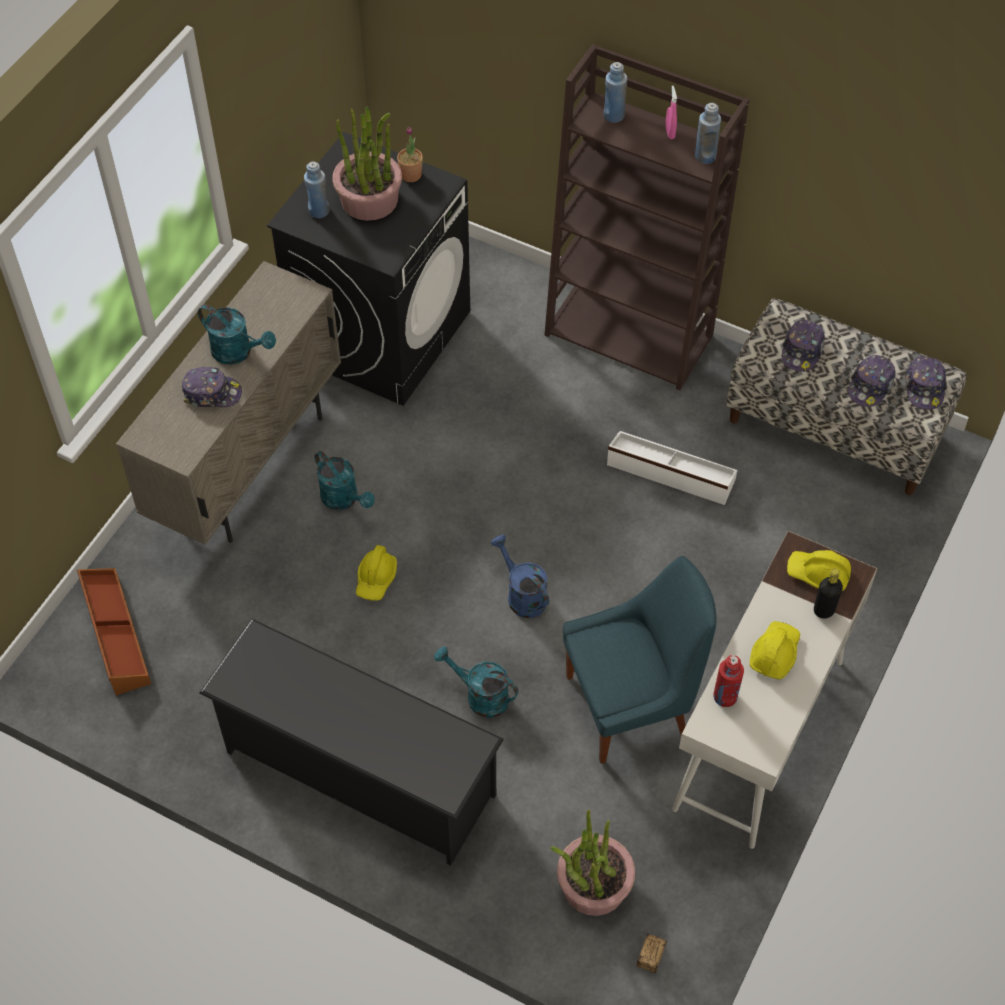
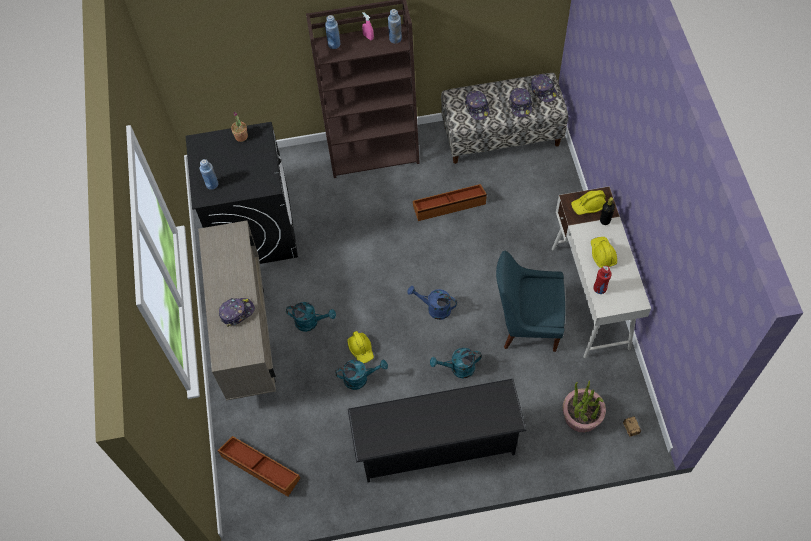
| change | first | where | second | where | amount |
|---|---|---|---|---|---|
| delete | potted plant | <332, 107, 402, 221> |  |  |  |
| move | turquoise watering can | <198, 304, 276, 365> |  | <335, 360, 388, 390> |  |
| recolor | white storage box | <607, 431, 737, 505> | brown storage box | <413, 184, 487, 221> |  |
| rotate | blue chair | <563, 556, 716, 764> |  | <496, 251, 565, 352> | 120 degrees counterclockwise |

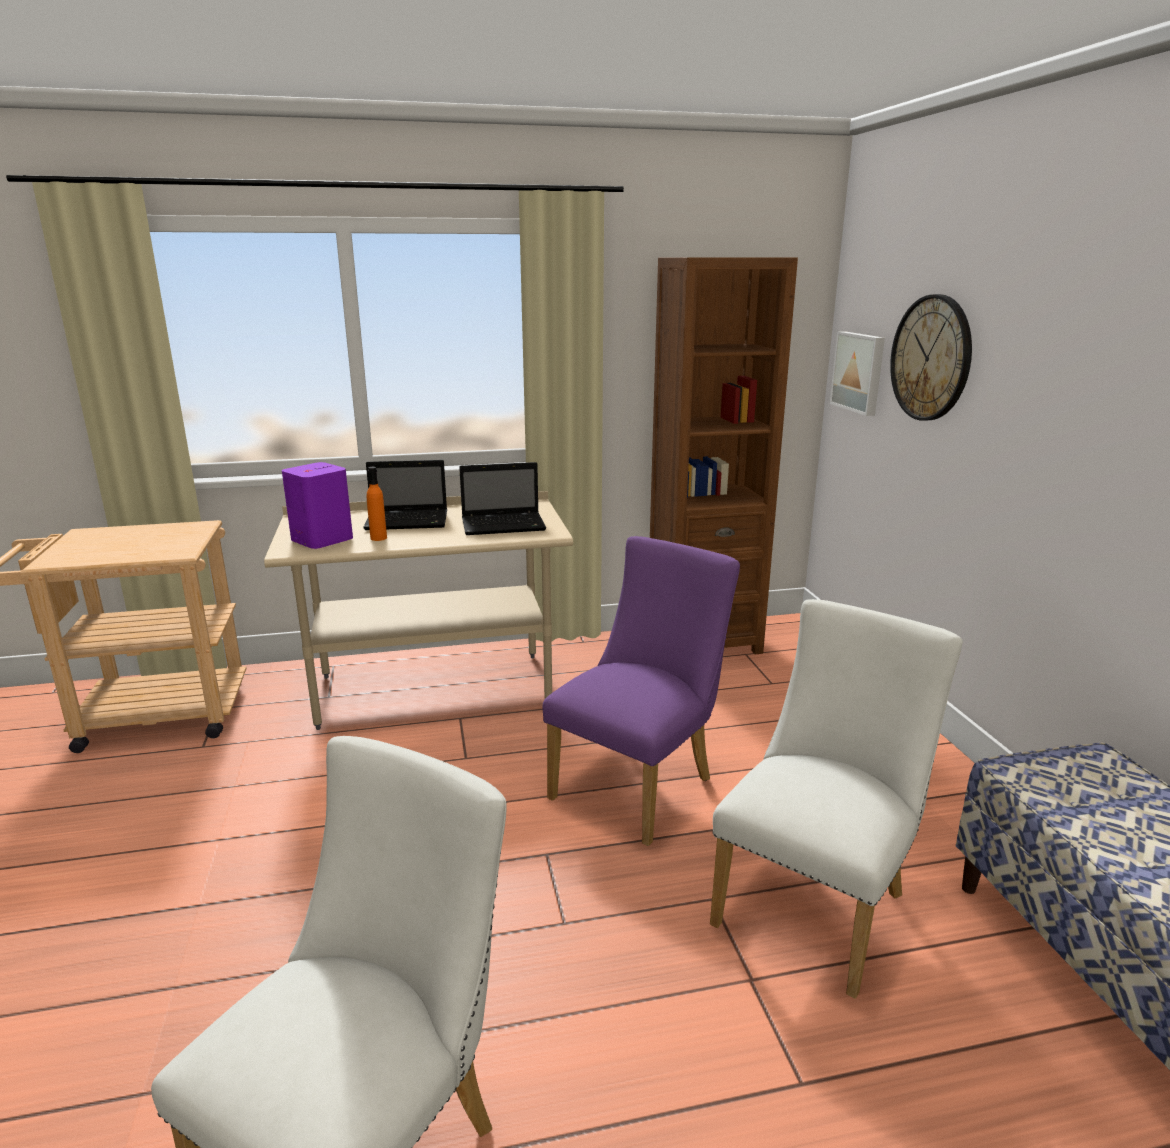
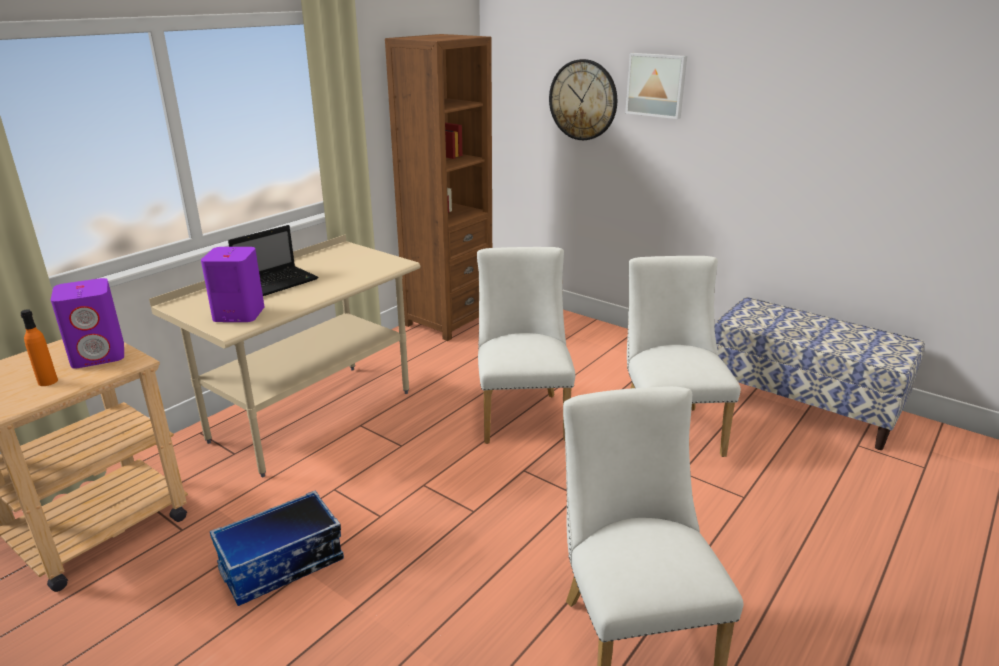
| change | first | where | second | where | amount |
|---|---|---|---|---|---|
| move | picture | <830, 331, 885, 416> |  | <625, 53, 687, 119> |  |
| delete | laptop | <459, 462, 546, 535> |  |  |  |
| move | orange bottle | <367, 467, 387, 541> |  | <21, 309, 58, 386> |  |
| recolor | purple chair | <542, 536, 740, 846> | white chair | <477, 247, 575, 444> |  |
| insert |  |  | purple speaker | <51, 278, 124, 368> |  |
| insert |  |  | storage box | <210, 490, 344, 606> |  |

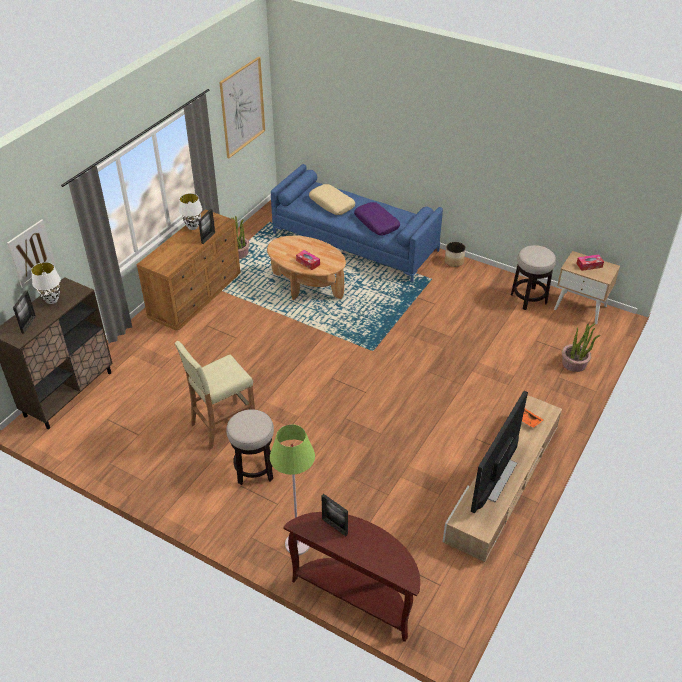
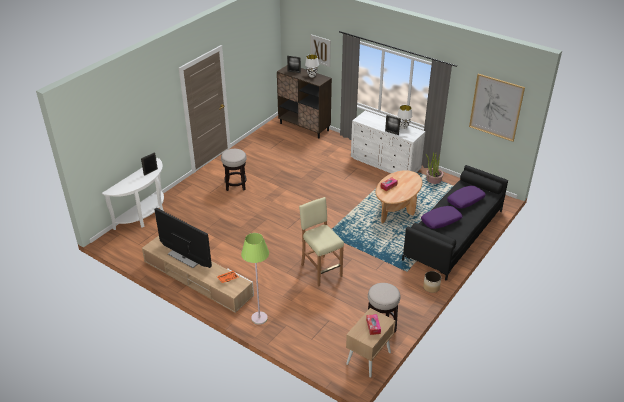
| change | first | where | second | where | amount |
|---|---|---|---|---|---|
| recolor | blue sofa | <271, 164, 443, 282> | black sofa | <402, 165, 508, 281> |  |
| recolor | beige pillow | <309, 184, 355, 215> | purple pillow | <447, 186, 486, 208> |  |
| recolor | brown dresser | <137, 209, 241, 331> | white dresser | <351, 111, 425, 173> |  |
| delete | potted plant | <562, 323, 601, 372> |  |  |  |
| move | beige stool | <174, 341, 255, 449> |  | <299, 197, 344, 287> |  |
| move | green floor lamp | <270, 424, 315, 555> |  | <241, 233, 269, 325> |  |
| recolor | brown console table | <283, 512, 420, 642> | white console table | <102, 158, 164, 230> |  |

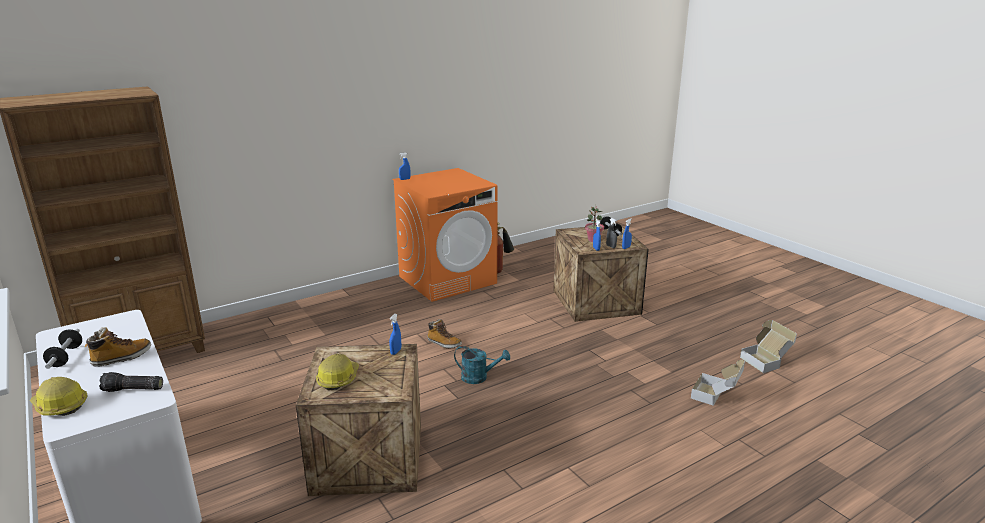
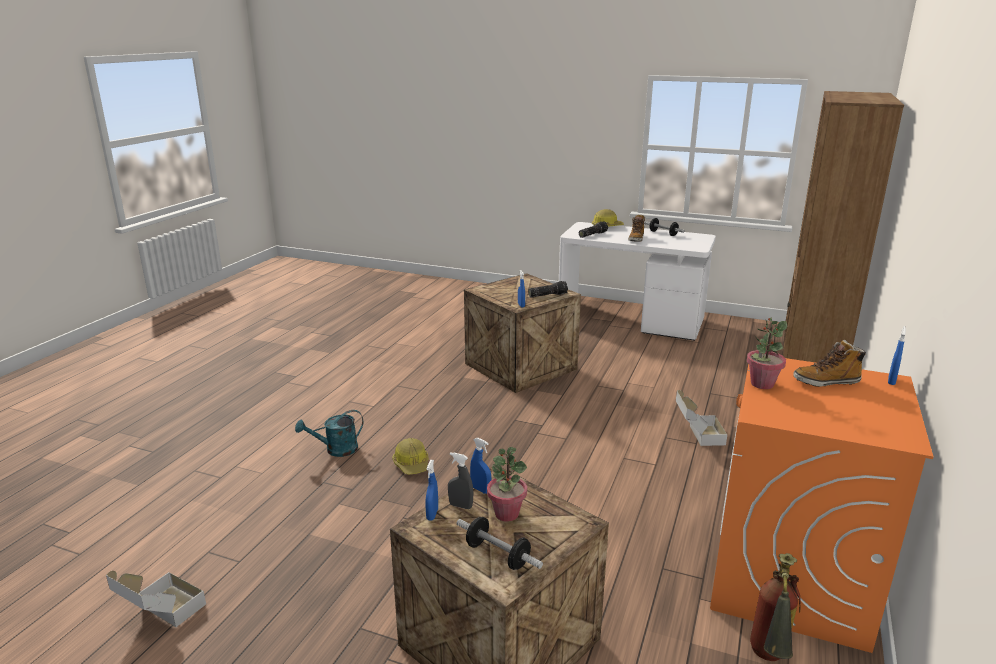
| change | first | where | second | where | amount |
|---|---|---|---|---|---|
| move | boot | <427, 319, 462, 349> |  | <793, 340, 866, 387> |  |
| move | turquoise watering can | <454, 346, 510, 384> |  | <295, 410, 363, 457> |  |
| move | hard hat | <316, 354, 359, 390> |  | <392, 438, 429, 475> |  |
| move | cardboard box | <691, 360, 745, 406> |  | <676, 390, 727, 446> |  |
| insert |  |  | flashlight | <528, 281, 568, 297> |  |
| insert |  |  | potted plant | <747, 318, 787, 389> |  |

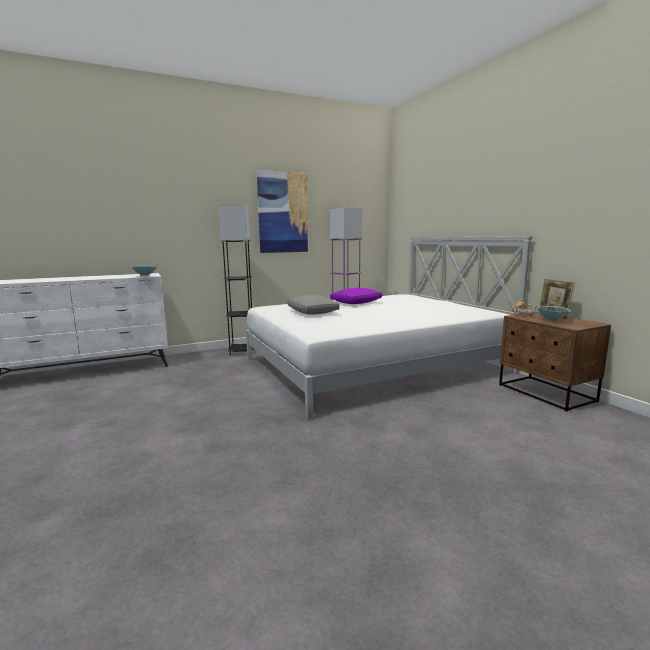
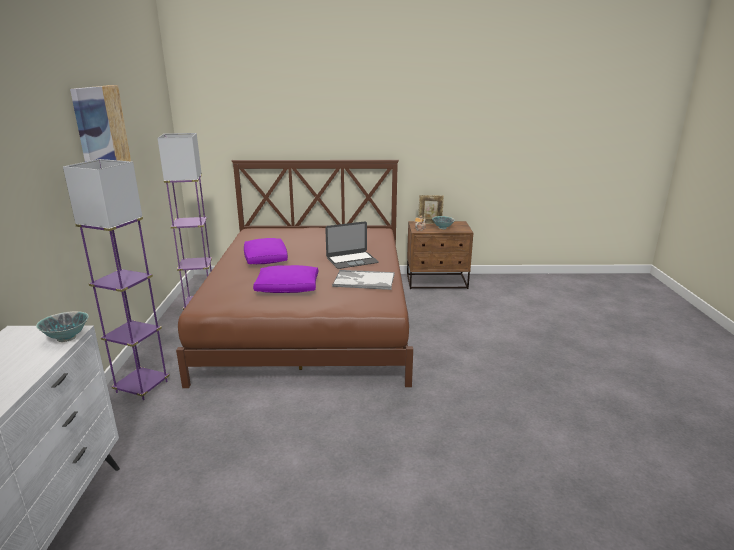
| change | first | where | second | where | amount |
|---|---|---|---|---|---|
| recolor | grey floor lamp | <219, 205, 254, 355> | purple floor lamp | <63, 159, 170, 400> |  |
| recolor | white bed | <246, 236, 533, 420> | brown bed | <176, 160, 413, 388> |  |
| recolor | grey pillow | <288, 295, 340, 315> | purple pillow | <253, 265, 318, 293> |  |
| insert |  |  | laptop | <325, 221, 379, 269> |  |
| insert |  |  | tray | <332, 270, 395, 290> |  |

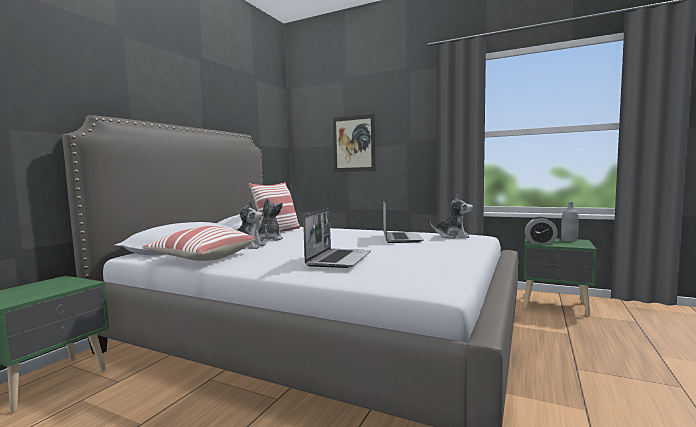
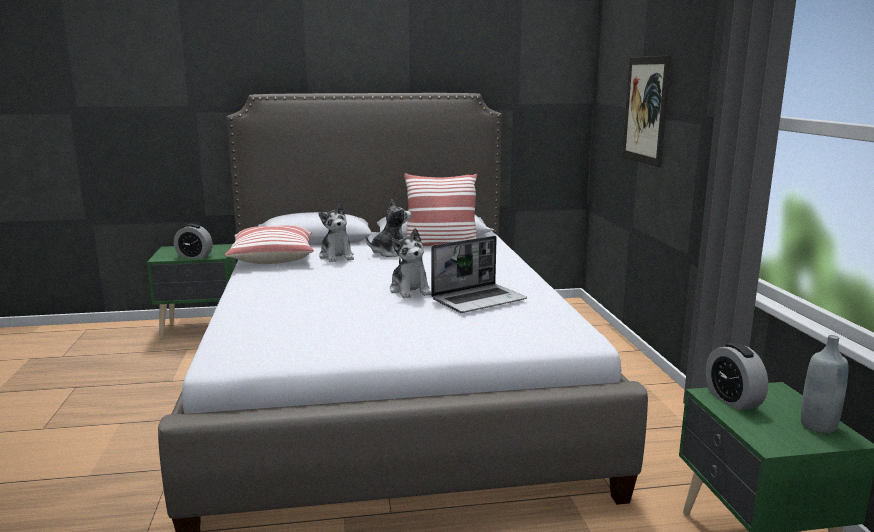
| change | first | where | second | where | amount |
|---|---|---|---|---|---|
| move | plush toy | <430, 194, 473, 239> |  | <390, 228, 431, 298> |  |
| delete | laptop | <303, 208, 371, 268> |  |  |  |
| insert |  |  | alarm clock | <174, 224, 213, 259> |  |

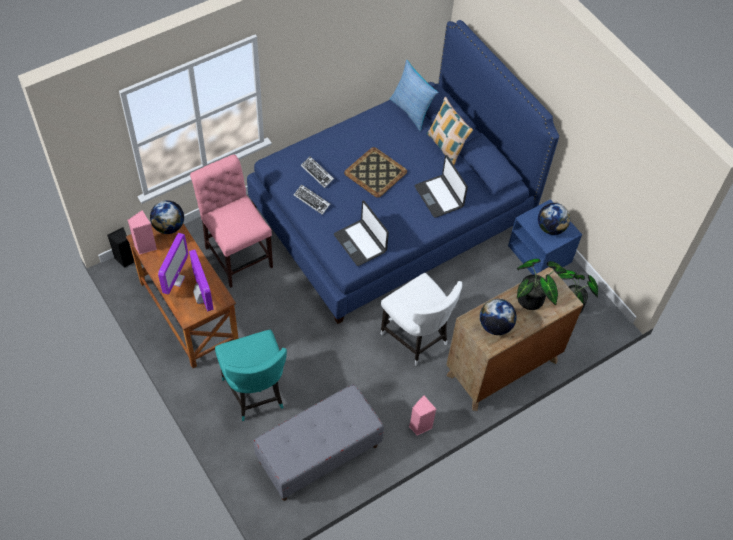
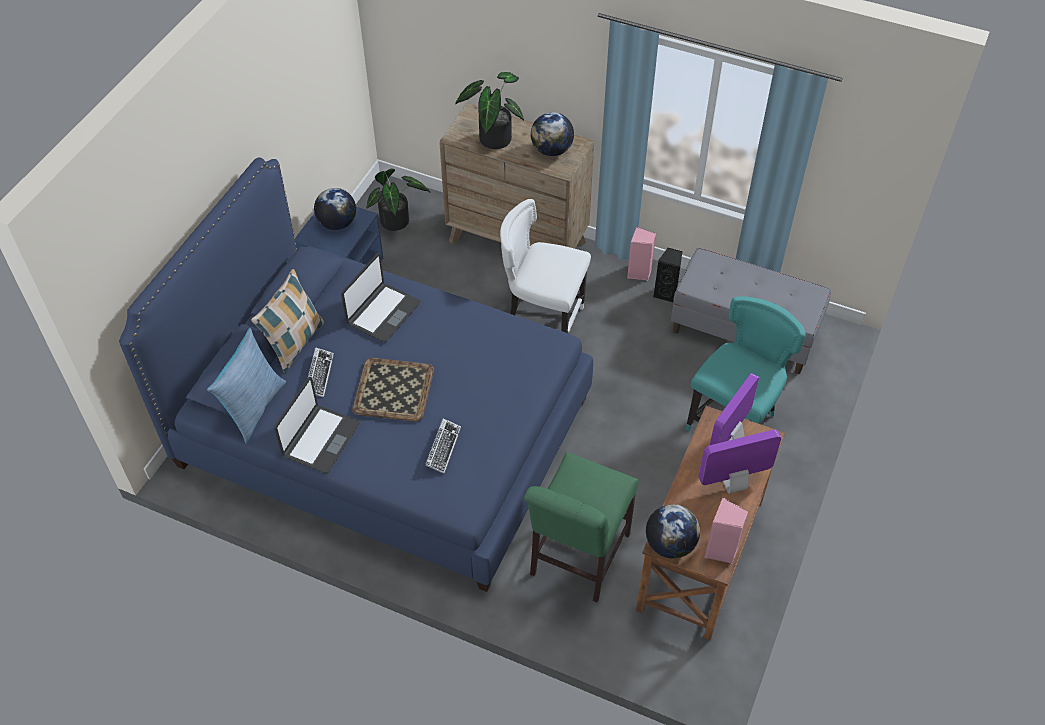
| change | first | where | second | where | amount |
|---|---|---|---|---|---|
| recolor | pink chair | <190, 154, 273, 288> | green chair | <524, 452, 639, 602> |  |
| move | keyboard | <294, 184, 330, 215> |  | <308, 347, 334, 397> |  |
| move | laptop | <334, 200, 389, 266> |  | <274, 377, 360, 474> |  |
| move | black speaker | <107, 227, 134, 268> |  | <653, 248, 682, 302> |  |
| rotate | white chair | <381, 273, 462, 366> |  | <500, 199, 591, 334> | 90 degrees counterclockwise |

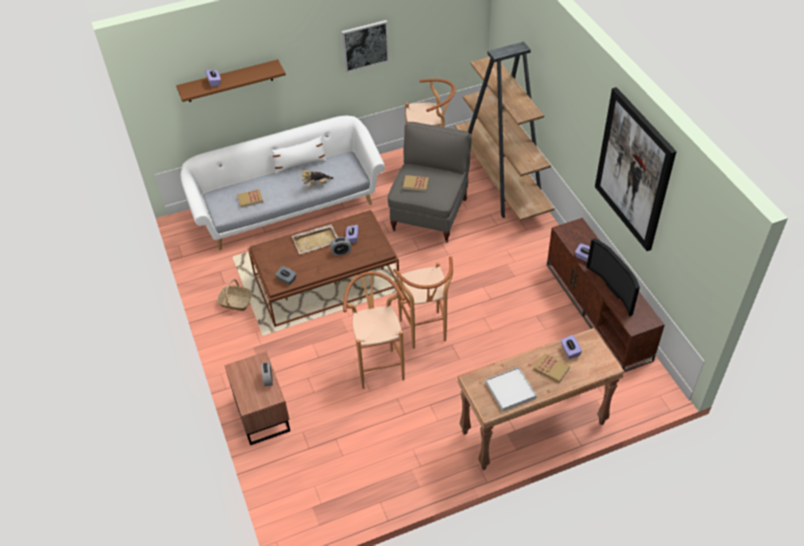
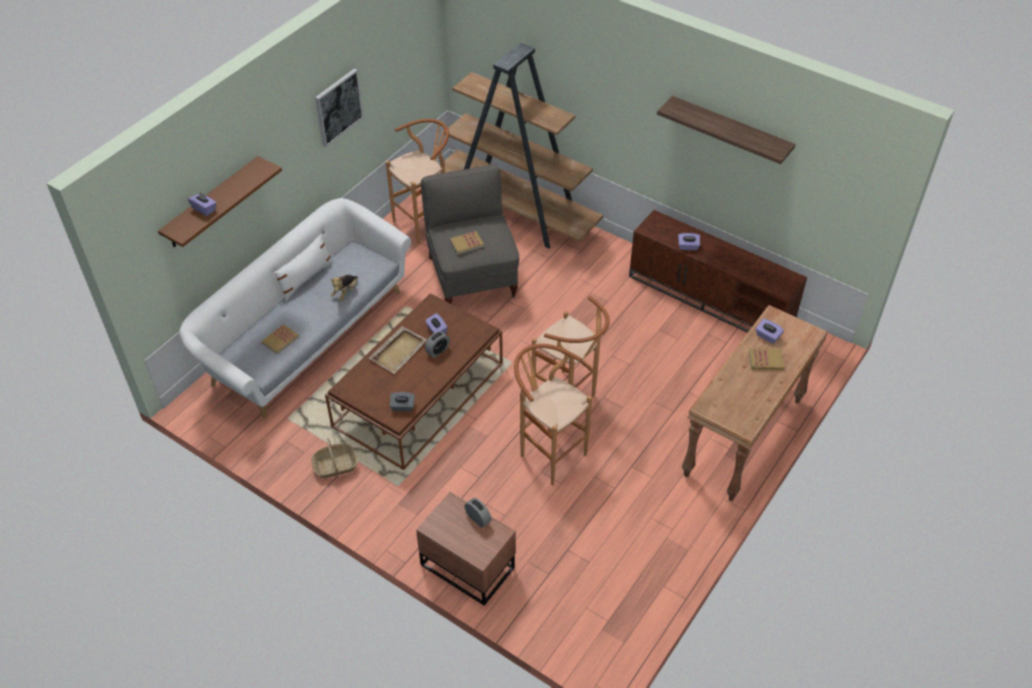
| change | first | where | second | where | amount |
|---|---|---|---|---|---|
| replace | picture | <595, 87, 677, 251> | shelf | <657, 96, 796, 164> |  |
| delete | television | <586, 238, 640, 316> |  |  |  |
| delete | white tray | <485, 367, 537, 412> |  |  |  |

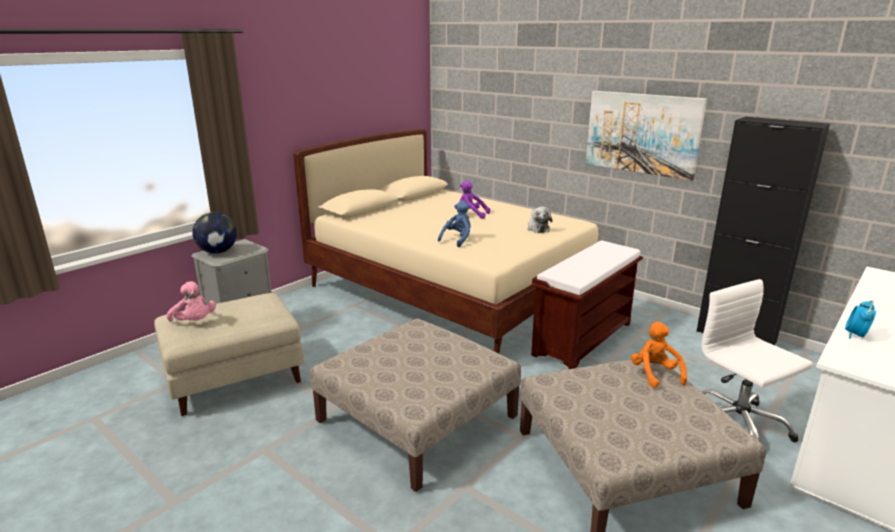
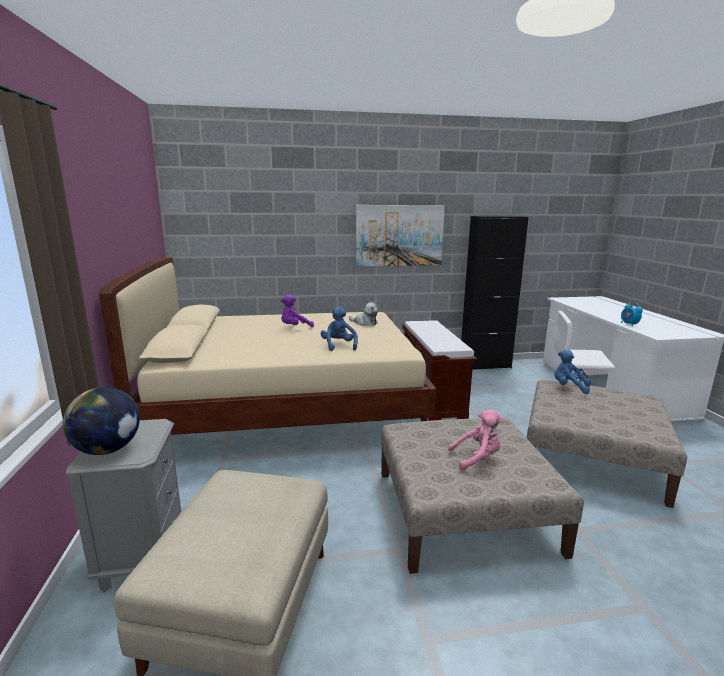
| change | first | where | second | where | amount |
|---|---|---|---|---|---|
| move | pink plush toy | <167, 281, 216, 322> |  | <448, 410, 503, 471> |  |
| recolor | orange plush toy | <631, 322, 687, 388> | blue plush toy | <554, 349, 591, 394> |  |

